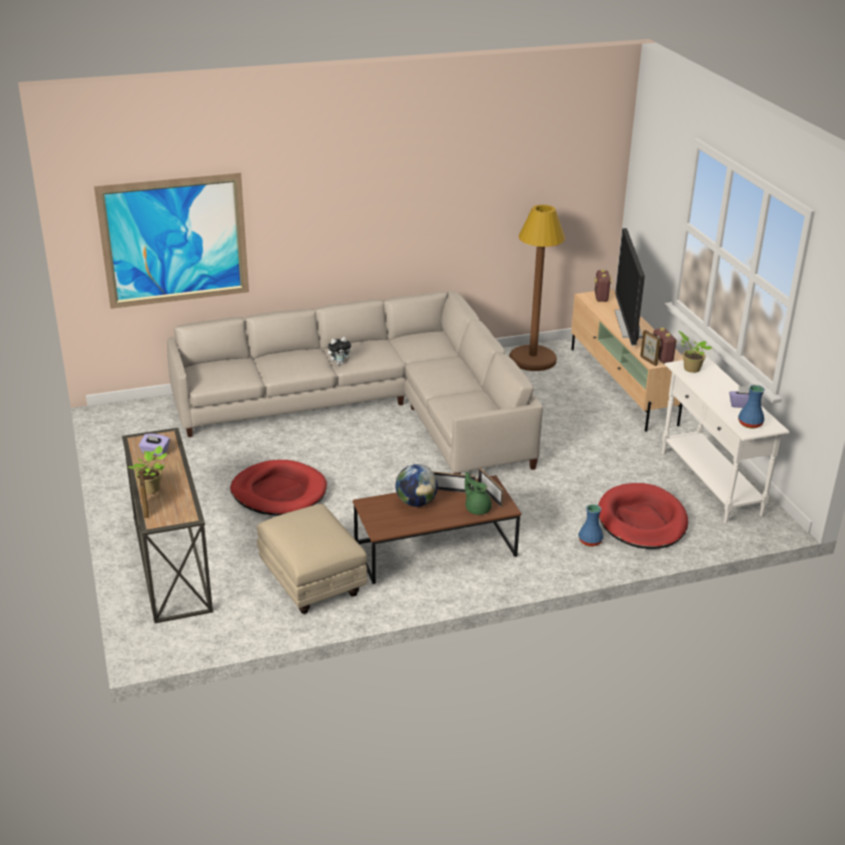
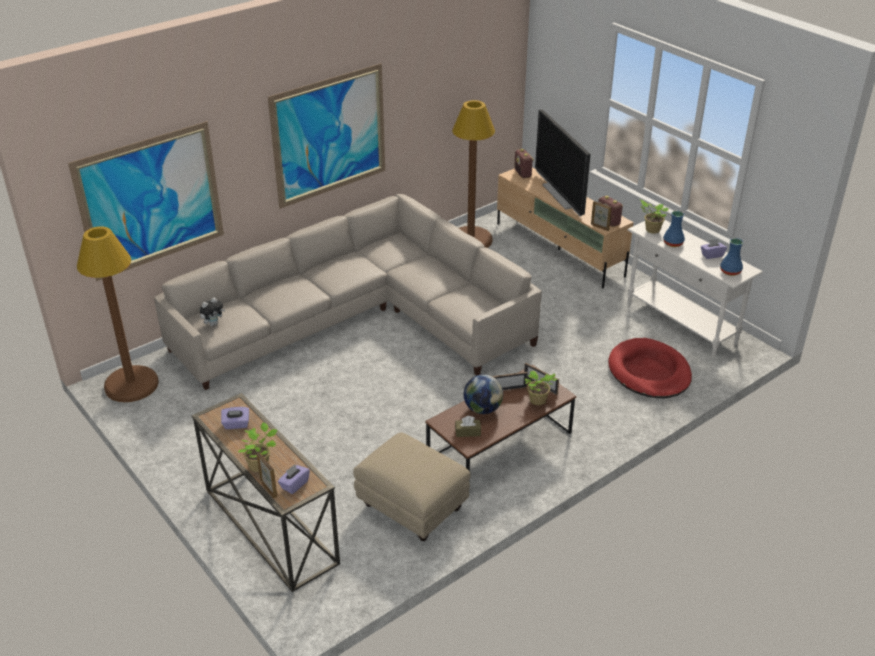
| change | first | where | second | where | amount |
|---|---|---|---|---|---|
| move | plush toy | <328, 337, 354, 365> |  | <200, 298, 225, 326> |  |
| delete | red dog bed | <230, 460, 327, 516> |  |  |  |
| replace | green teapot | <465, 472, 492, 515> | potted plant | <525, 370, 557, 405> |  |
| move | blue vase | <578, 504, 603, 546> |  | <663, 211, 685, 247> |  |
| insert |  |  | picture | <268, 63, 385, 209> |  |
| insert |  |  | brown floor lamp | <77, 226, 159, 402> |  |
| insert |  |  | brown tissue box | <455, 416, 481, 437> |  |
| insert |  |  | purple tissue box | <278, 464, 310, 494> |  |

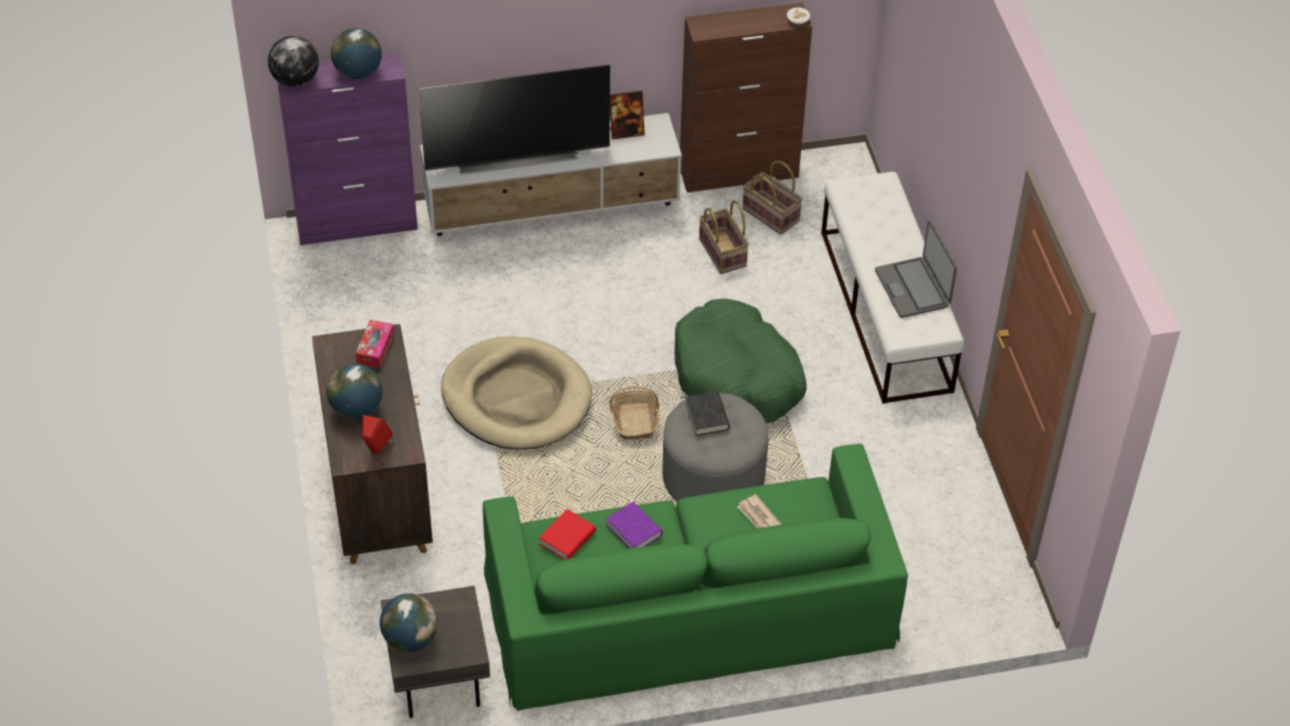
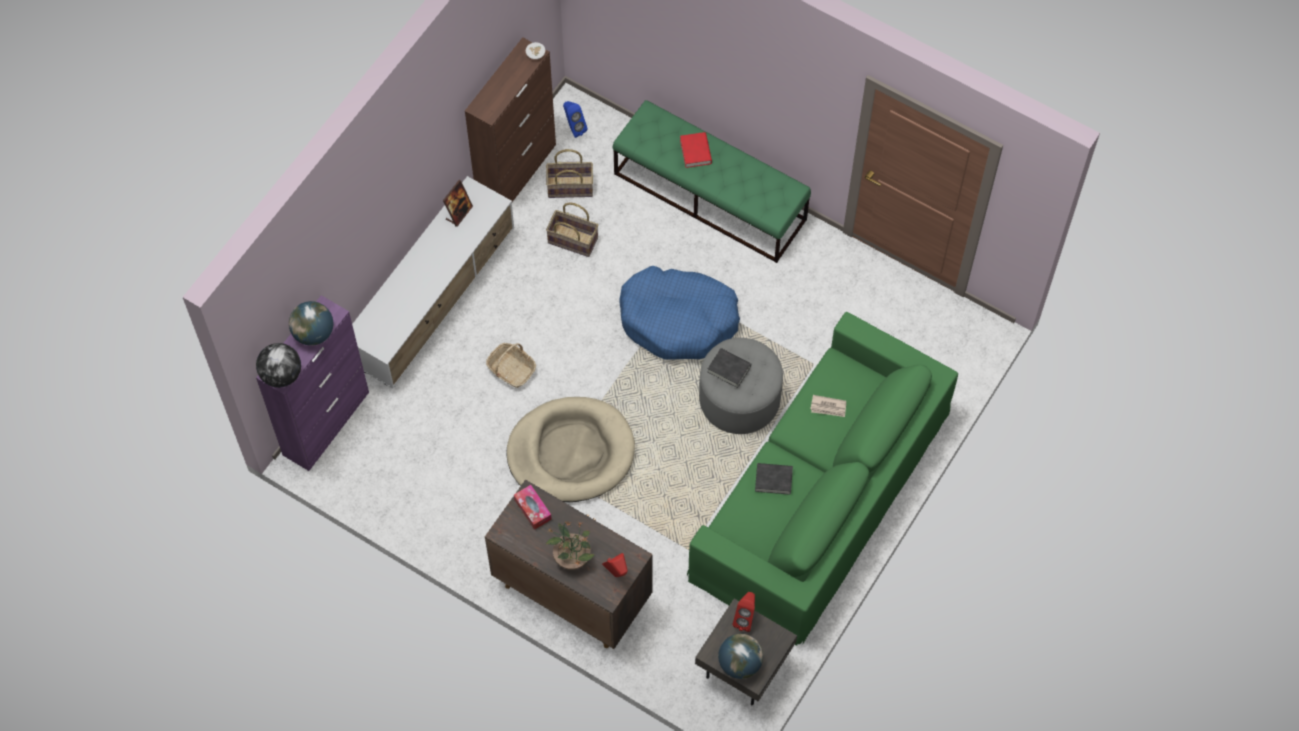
| change | first | where | second | where | amount |
|---|---|---|---|---|---|
| delete | television | <419, 65, 610, 175> |  |  |  |
| recolor | white bench | <821, 172, 965, 404> | green bench | <613, 100, 811, 263> |  |
| delete | laptop | <875, 220, 957, 318> |  |  |  |
| recolor | green dog bed | <674, 298, 807, 424> | blue dog bed | <619, 266, 740, 360> |  |
| replace | globe | <327, 364, 383, 419> | potted plant | <546, 521, 595, 570> |  |
| move | basket | <609, 386, 660, 440> |  | <486, 343, 536, 388> |  |
| recolor | purple book | <606, 502, 663, 548> | black book | <755, 463, 793, 495> |  |
| move | red book | <539, 509, 596, 560> |  | <680, 132, 712, 168> |  |
| insert |  |  | blue speaker | <563, 101, 588, 138> |  |
| insert |  |  | red speaker | <732, 592, 755, 632> |  |

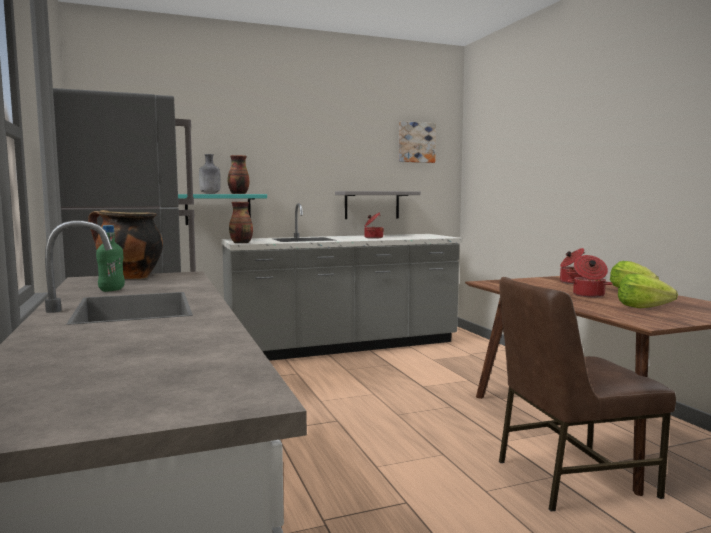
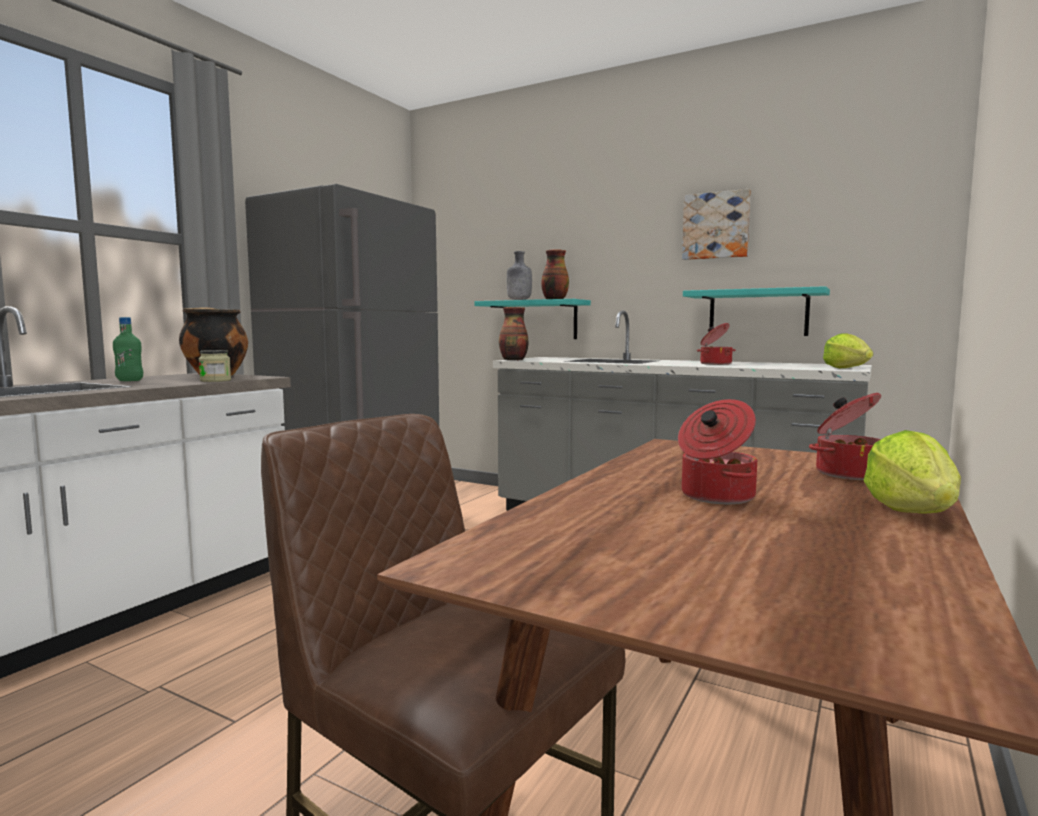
| change | first | where | second | where | amount |
|---|---|---|---|---|---|
| move | picture | <399, 121, 436, 163> |  | <682, 189, 751, 260> |  |
| recolor | grey shelf | <335, 191, 421, 219> | turquoise shelf | <683, 286, 830, 336> |  |
| move | lettuce | <618, 274, 678, 308> |  | <823, 333, 873, 368> |  |
| insert |  |  | jar | <199, 350, 231, 382> |  |

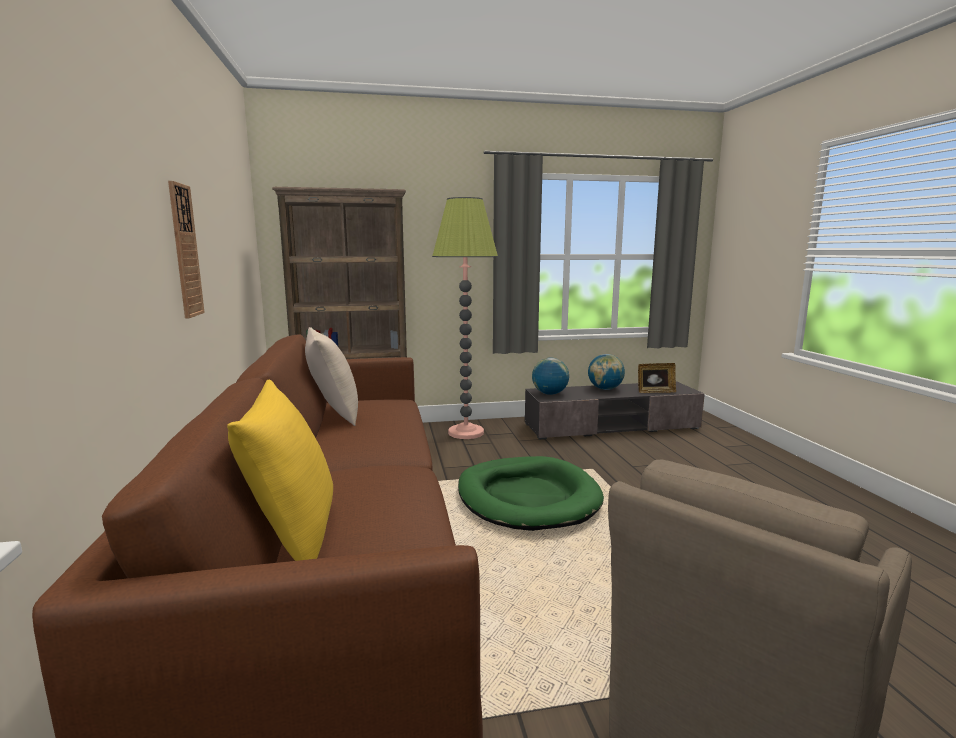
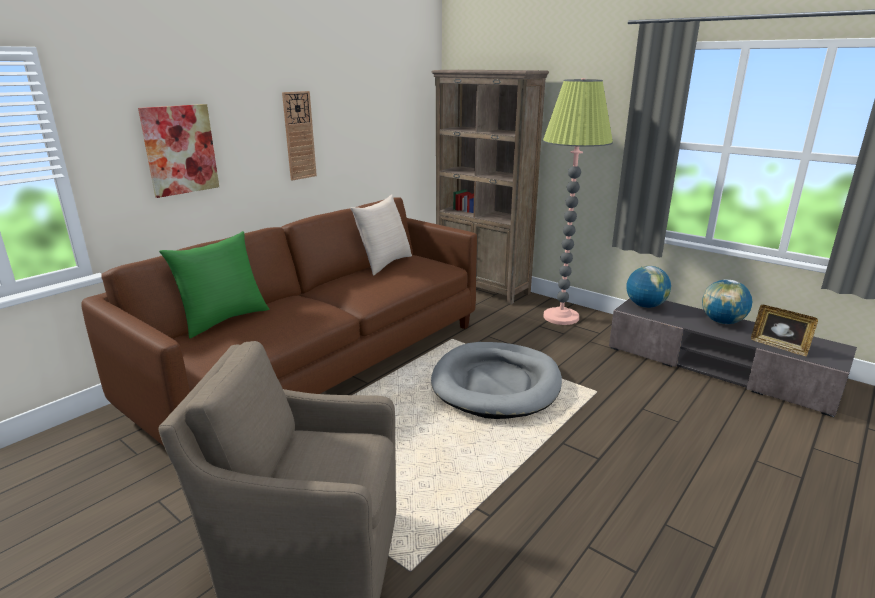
| change | first | where | second | where | amount |
|---|---|---|---|---|---|
| recolor | yellow pillow | <227, 380, 333, 561> | green pillow | <159, 231, 269, 338> |  |
| recolor | green dog bed | <458, 456, 604, 531> | grey dog bed | <431, 342, 562, 419> |  |
| insert |  |  | picture | <138, 104, 219, 198> |  |

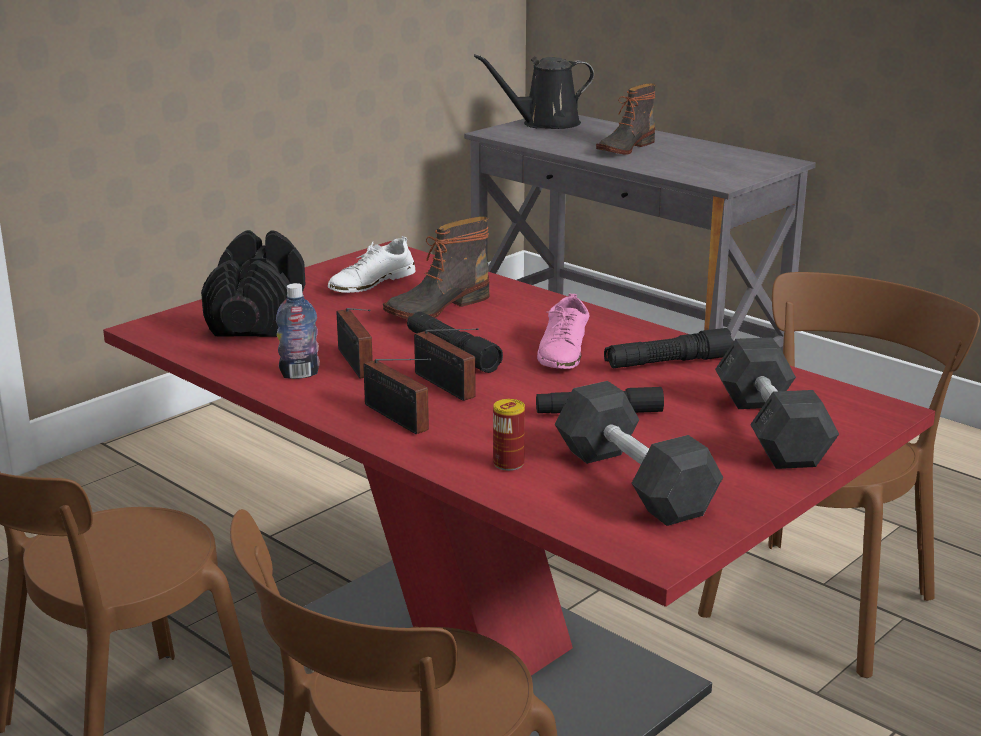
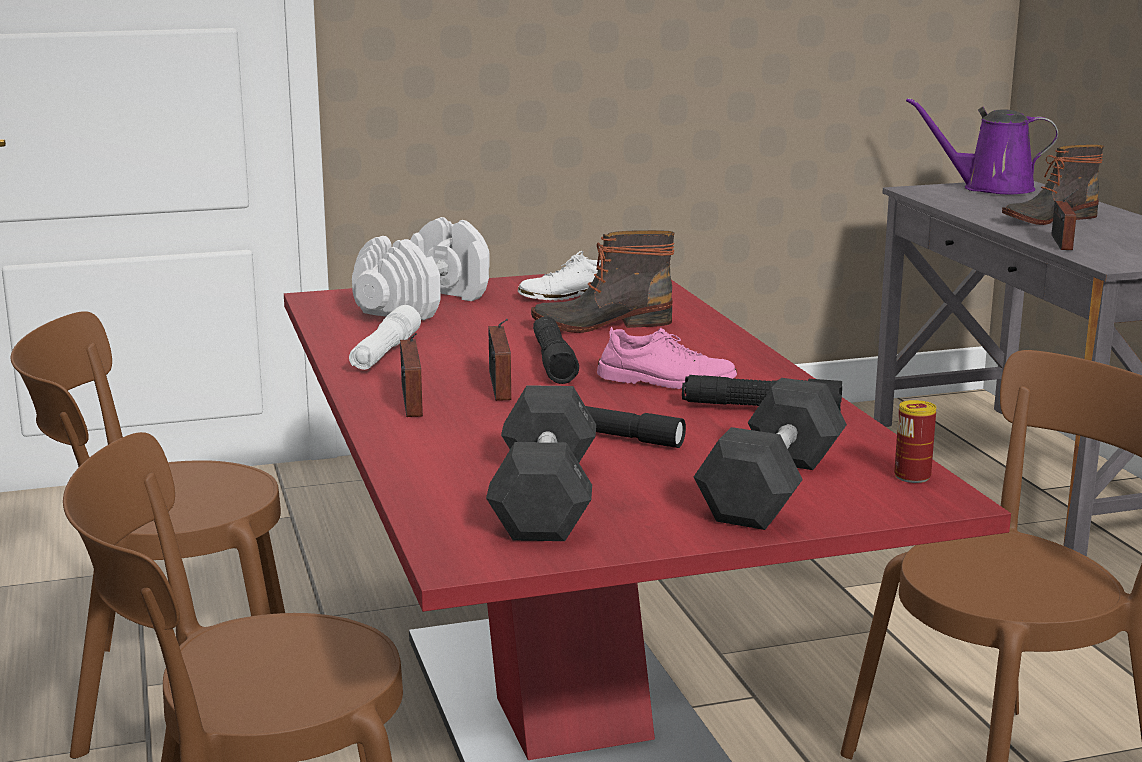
| change | first | where | second | where | amount |
|---|---|---|---|---|---|
| recolor | black watering can | <474, 54, 594, 129> | purple watering can | <906, 98, 1058, 194> |  |
| recolor | black dumbbell | <201, 230, 305, 337> | white dumbbell | <352, 217, 489, 320> |  |
| replace | bottle | <276, 283, 320, 379> | white flashlight | <349, 305, 421, 370> |  |
| rotate | pink shoe | <537, 294, 589, 369> |  | <597, 327, 737, 389> | 120 degrees counterclockwise |
| move | radio | <337, 308, 373, 378> |  | <1052, 189, 1078, 250> |  |
| move | can | <493, 399, 525, 471> |  | <894, 400, 936, 483> |  |

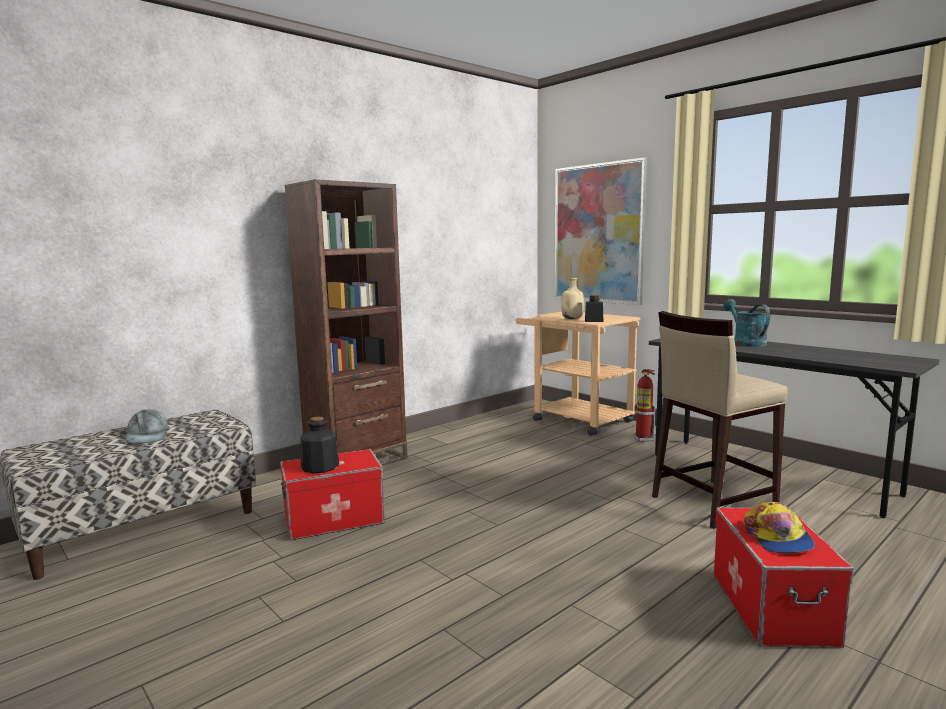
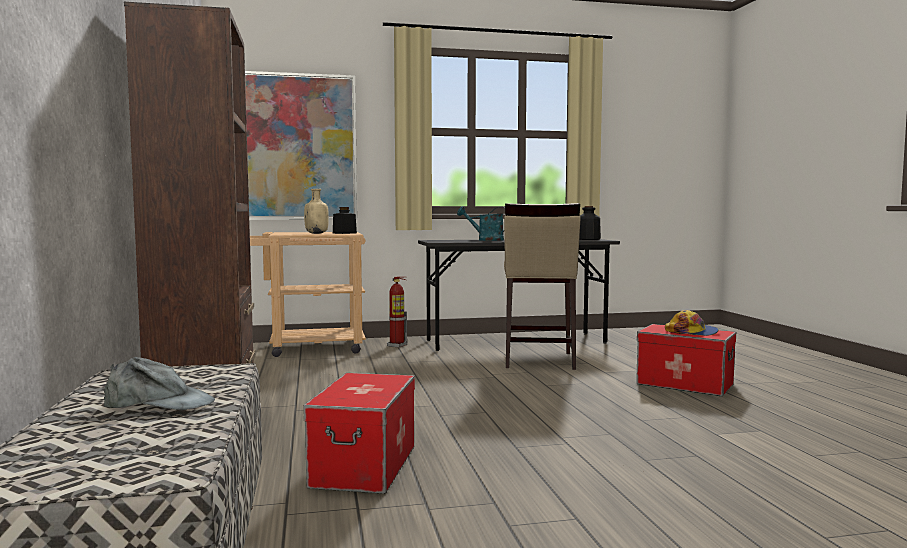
| change | first | where | second | where | amount |
|---|---|---|---|---|---|
| move | bottle | <300, 417, 339, 473> |  | <579, 206, 601, 240> |  |

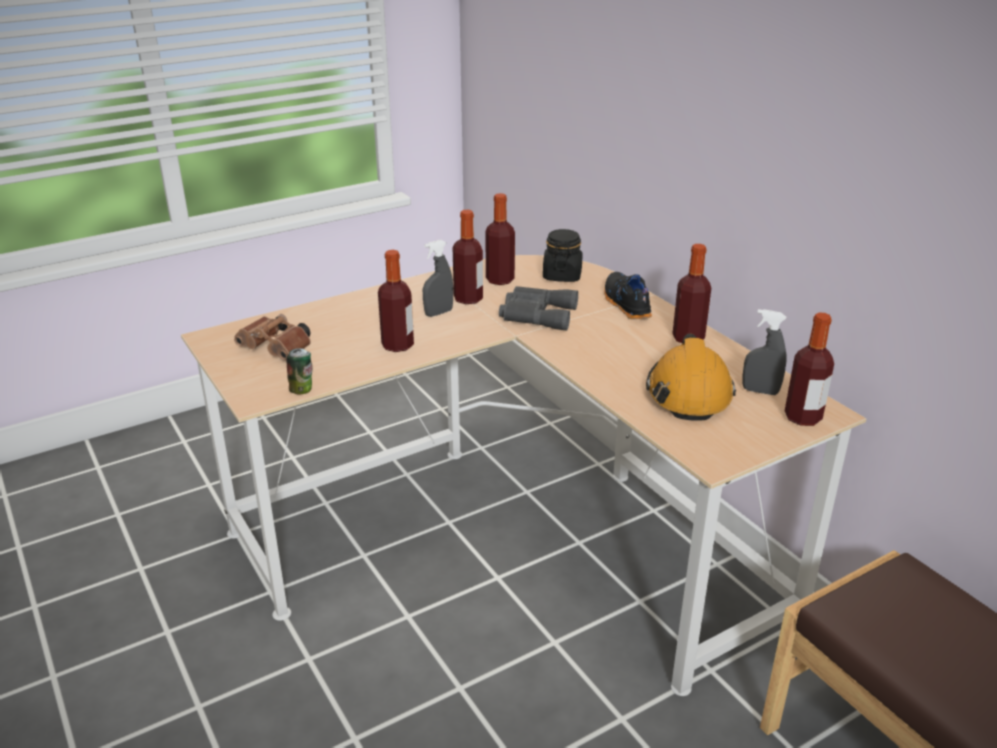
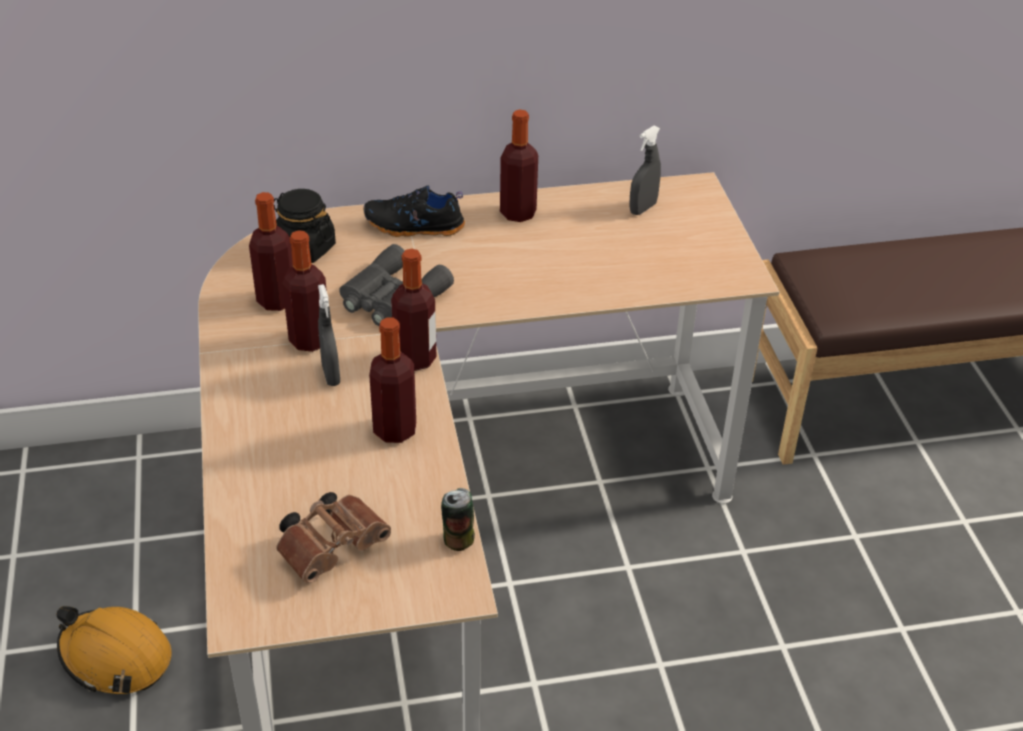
| change | first | where | second | where | amount |
|---|---|---|---|---|---|
| move | bottle | <785, 313, 834, 426> |  | <391, 249, 437, 371> |  |
| move | orange hard hat | <646, 333, 736, 421> |  | <57, 606, 172, 694> |  |

